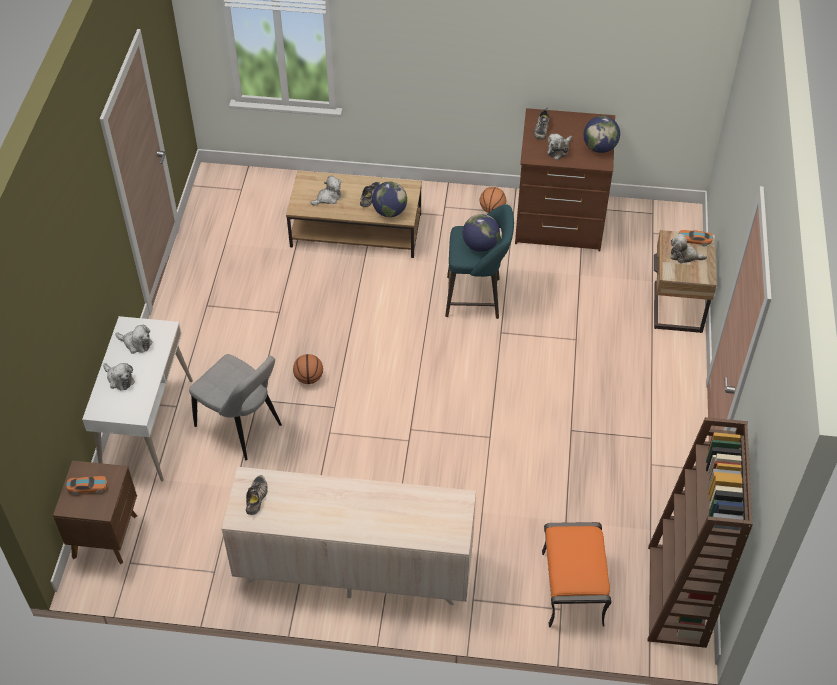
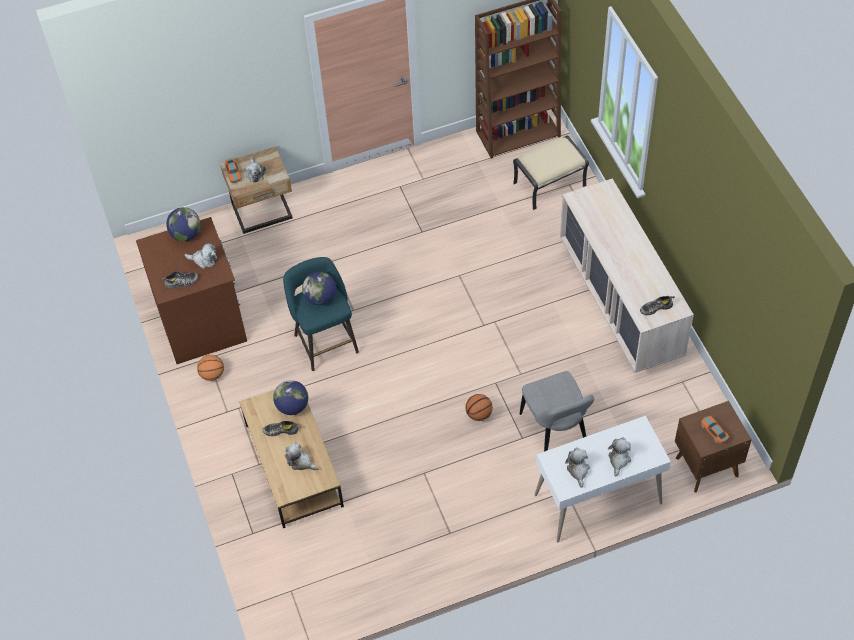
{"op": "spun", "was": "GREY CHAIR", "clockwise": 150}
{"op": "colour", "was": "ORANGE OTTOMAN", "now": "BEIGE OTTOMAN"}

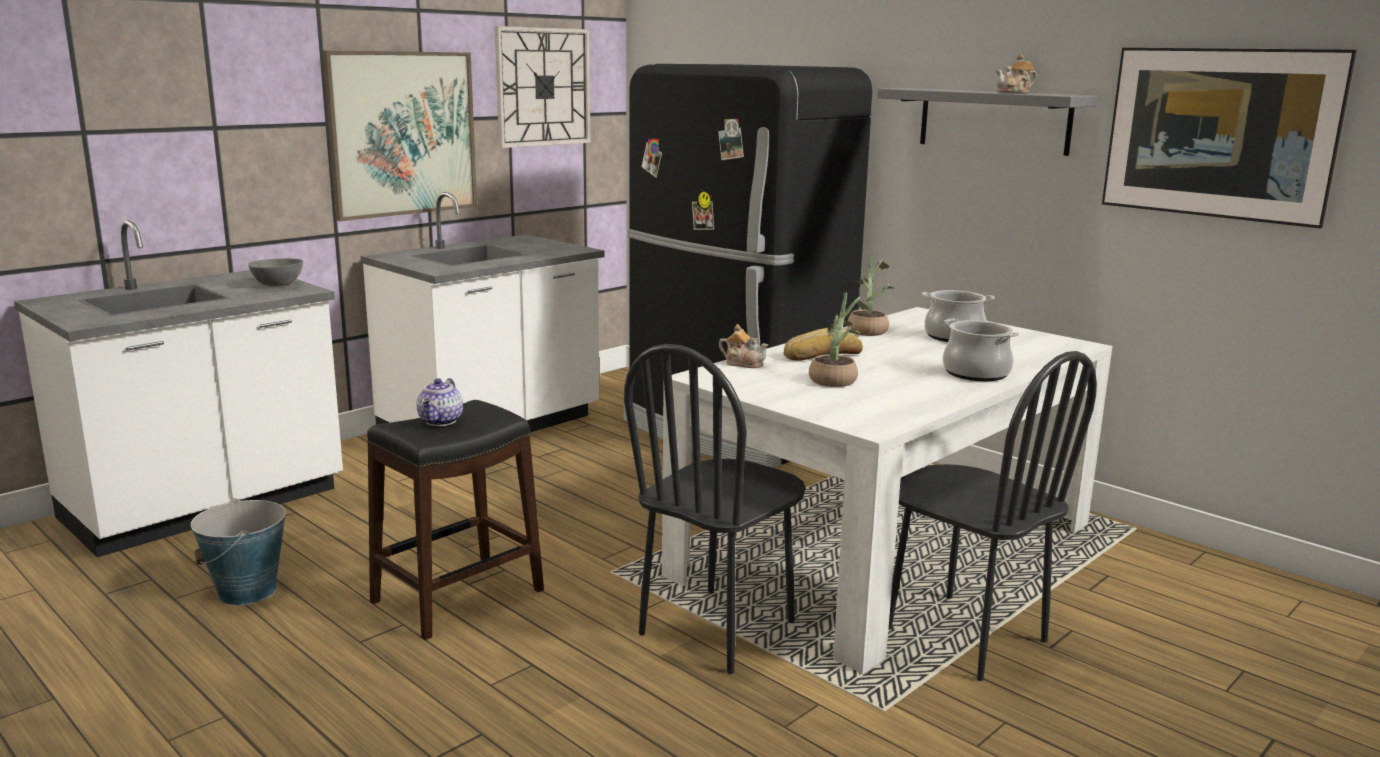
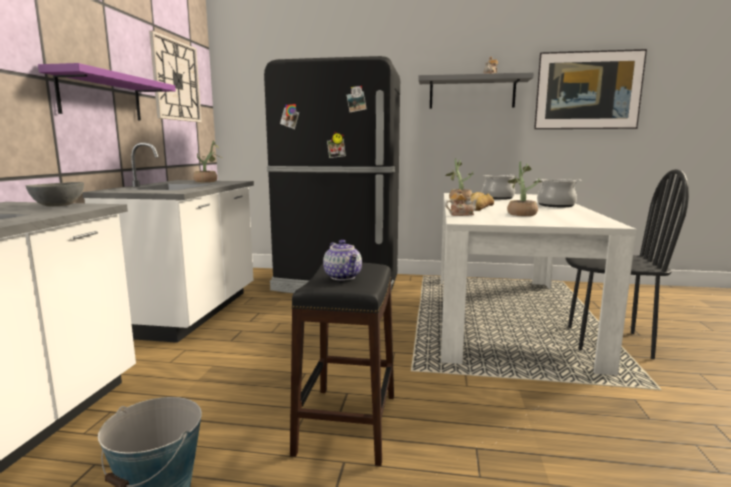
{"op": "exchanged", "was": "PICTURE (no. 1 from left)", "now": "PURPLE SHELF"}
{"op": "missing", "was": "BLACK CHAIR (no. 1 from left)"}
{"op": "appeared", "now": "POTTED PLANT (no. 1 from left)"}

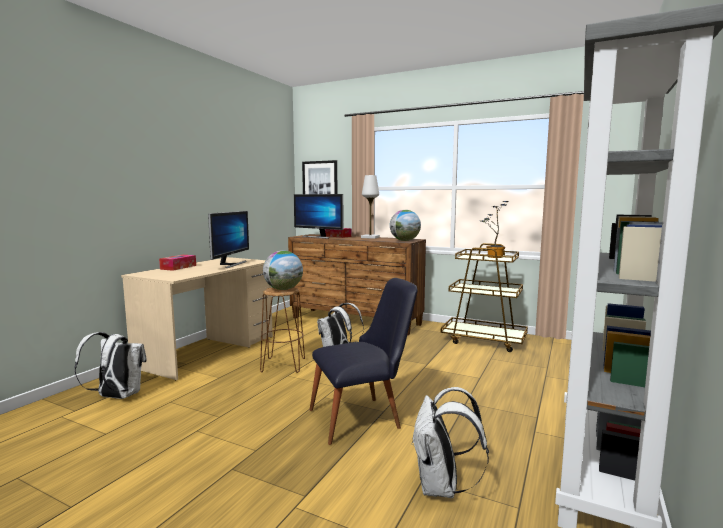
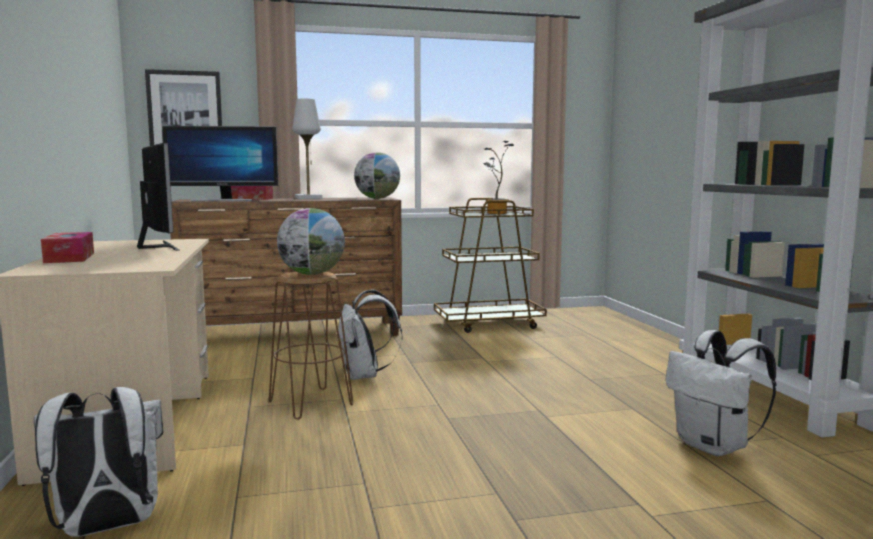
{"op": "missing", "was": "BLACK CHAIR"}

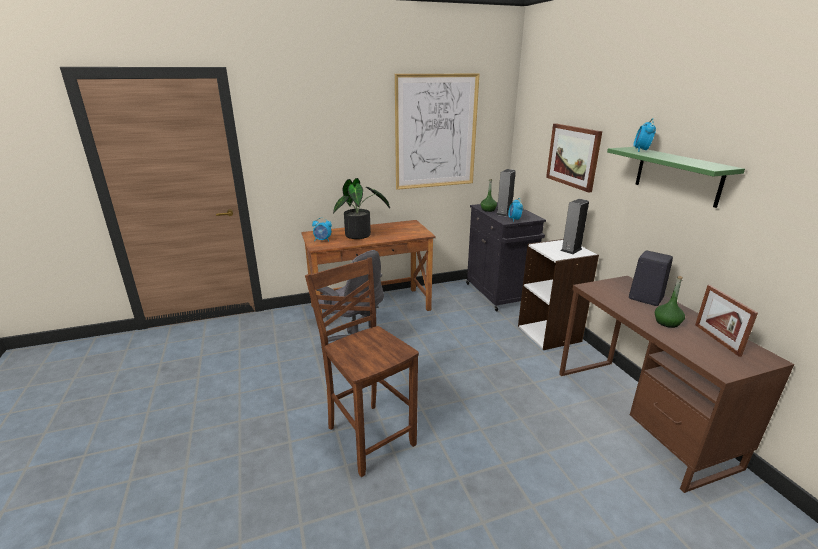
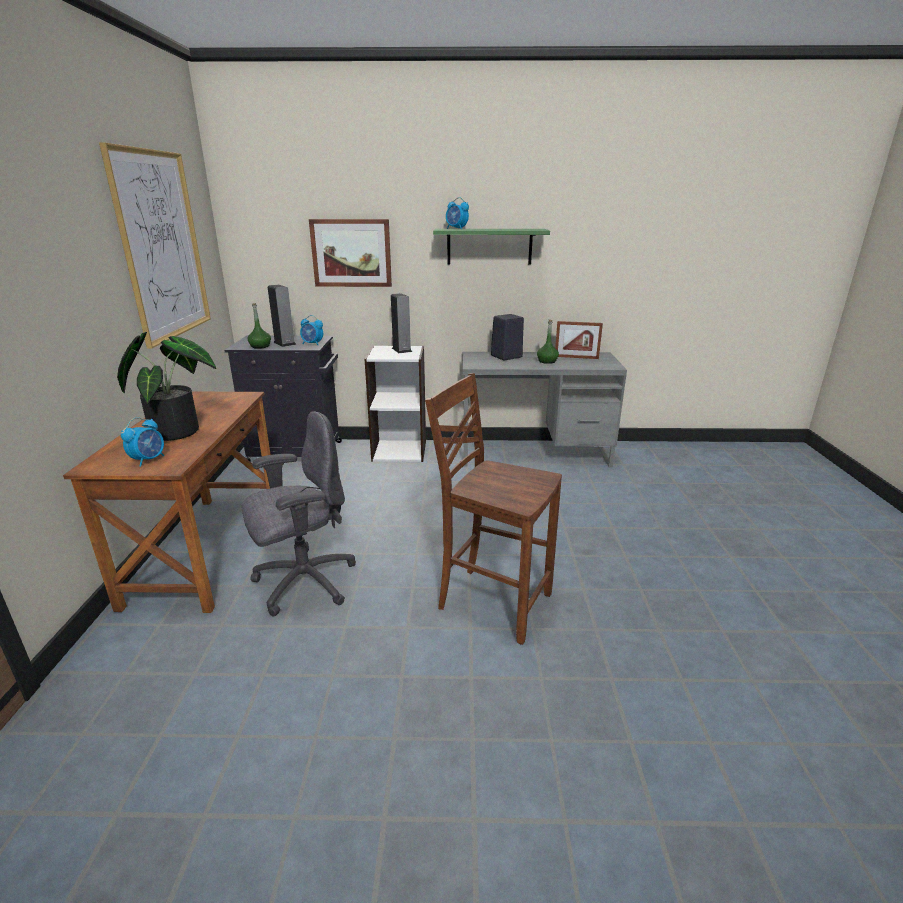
{"op": "spun", "was": "BROWN CHAIR", "clockwise": 45}
{"op": "colour", "was": "BROWN DESK (no. 2 from left)", "now": "GREY DESK"}

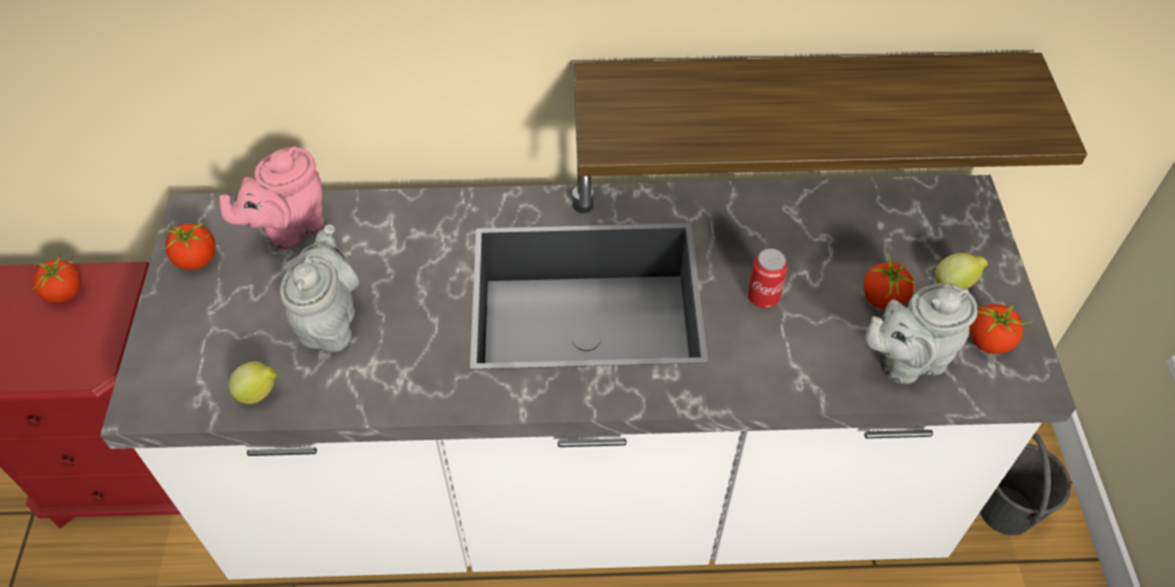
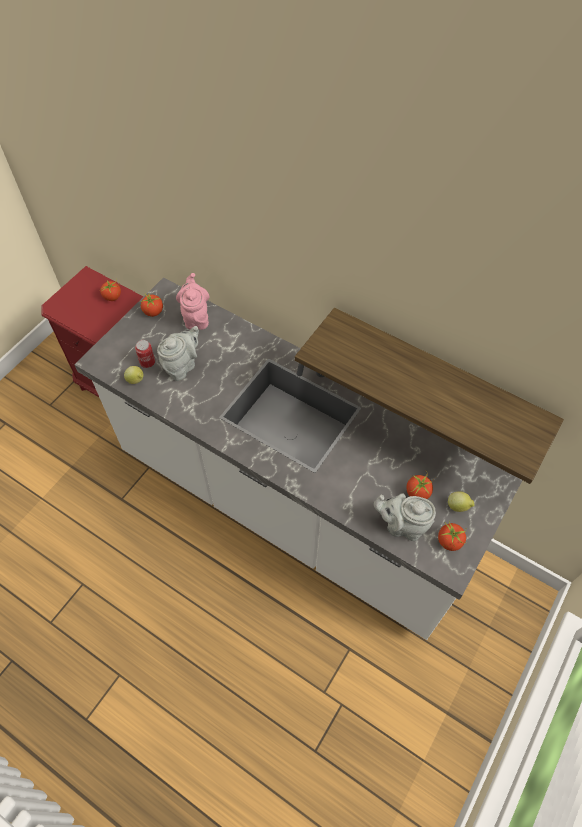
{"op": "spun", "was": "PINK TEAPOT", "clockwise": 90}
{"op": "relocated", "was": "CAN"}
{"op": "missing", "was": "GREY BUCKET"}

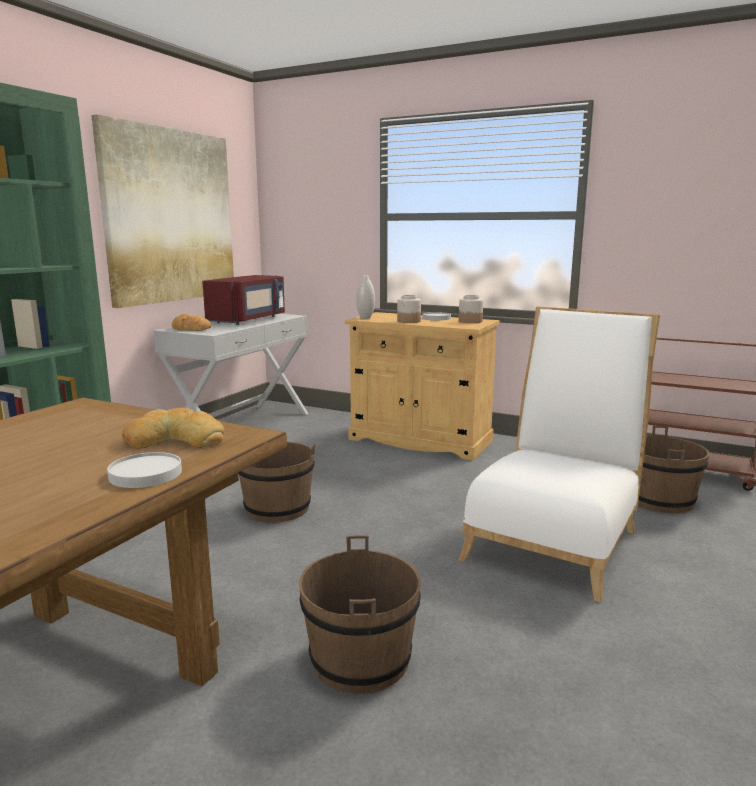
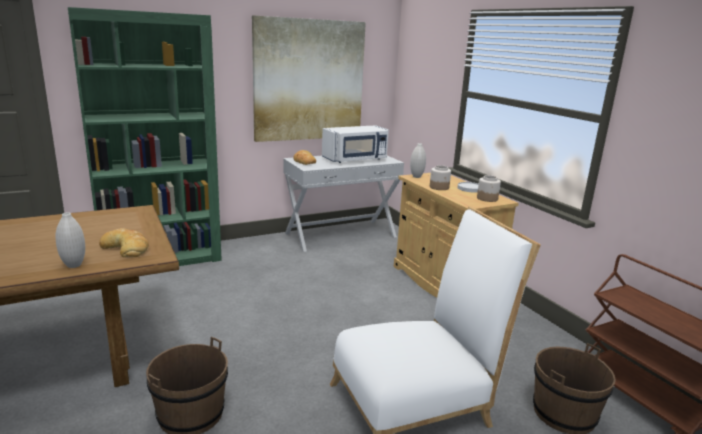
{"op": "colour", "was": "RED MICROWAVE", "now": "WHITE MICROWAVE"}
{"op": "missing", "was": "BROWN BUCKET (no. 1 from left)"}
{"op": "exchanged", "was": "WHITE PLATE (no. 1 from left)", "now": "WHITE VASE (no. 1 from left)"}

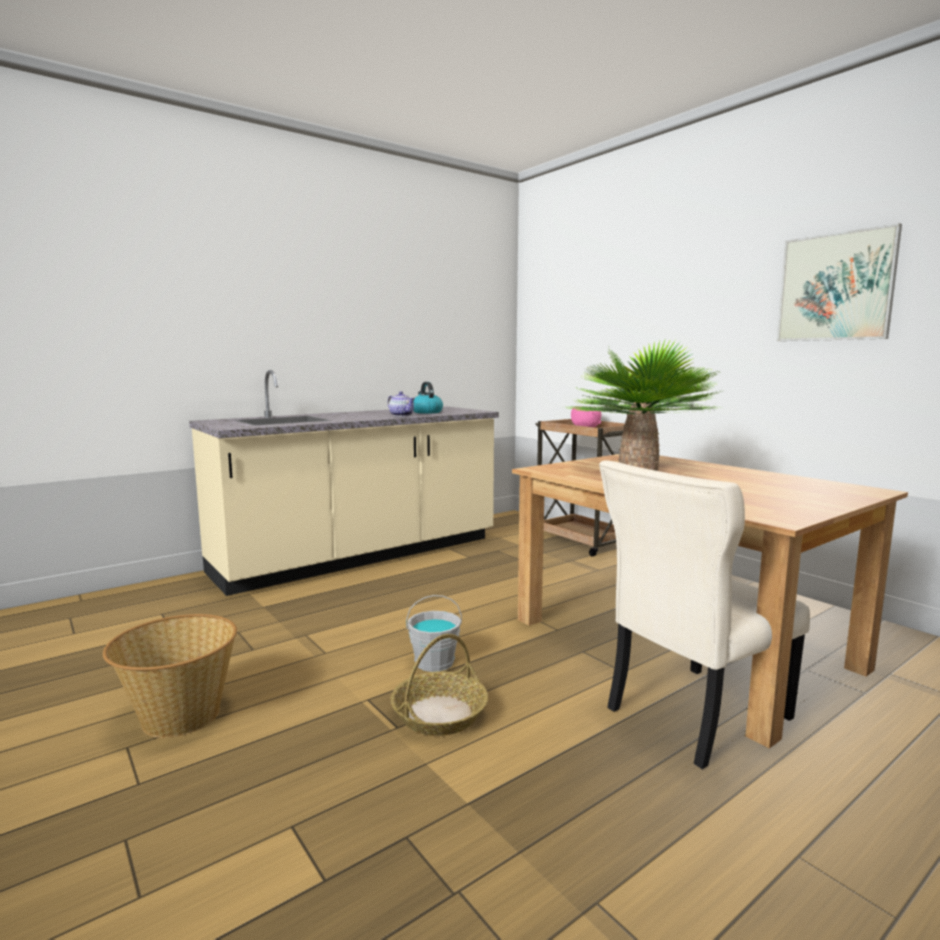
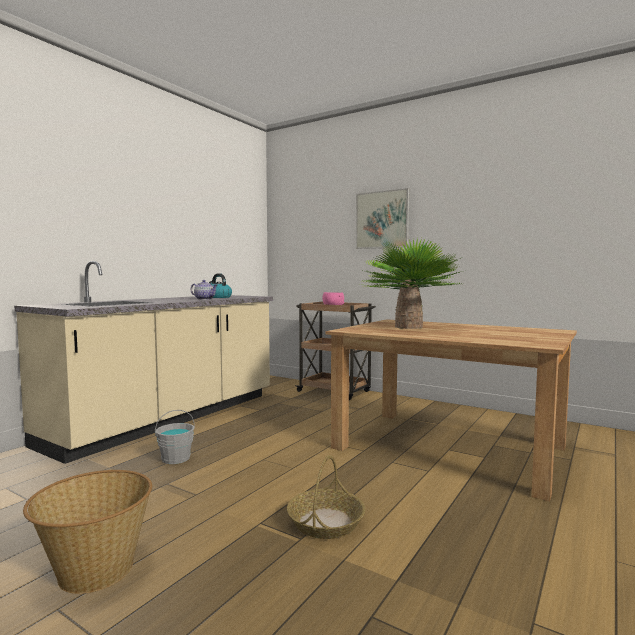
{"op": "relocated", "was": "PICTURE"}
{"op": "missing", "was": "BEIGE CHAIR"}
{"op": "relocated", "was": "GREY BUCKET"}

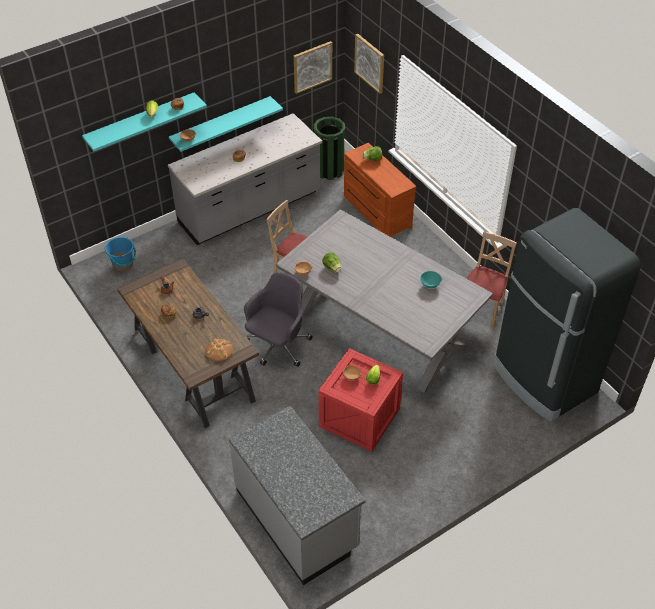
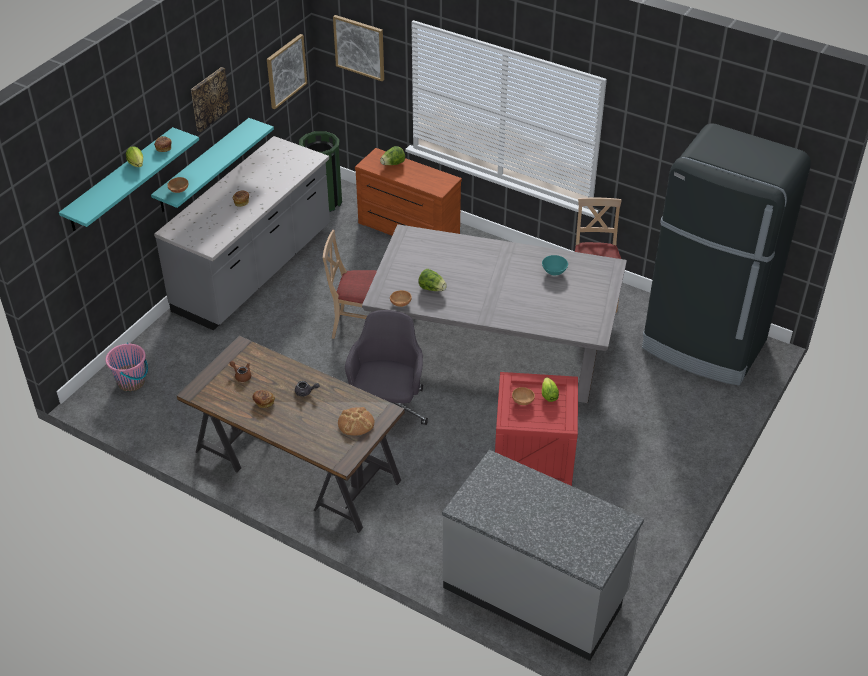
{"op": "colour", "was": "BLUE BUCKET", "now": "PINK BUCKET"}
{"op": "appeared", "now": "PICTURE (no. 1 from left)"}

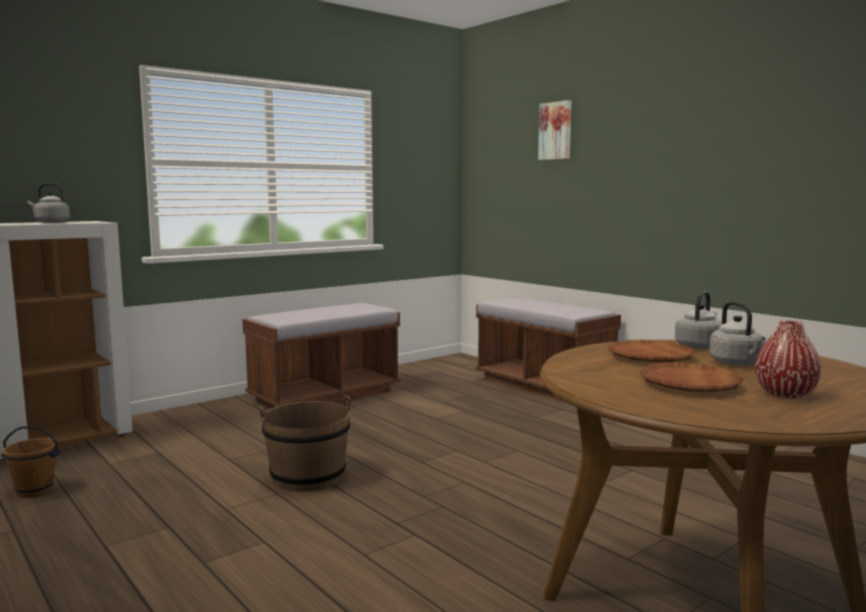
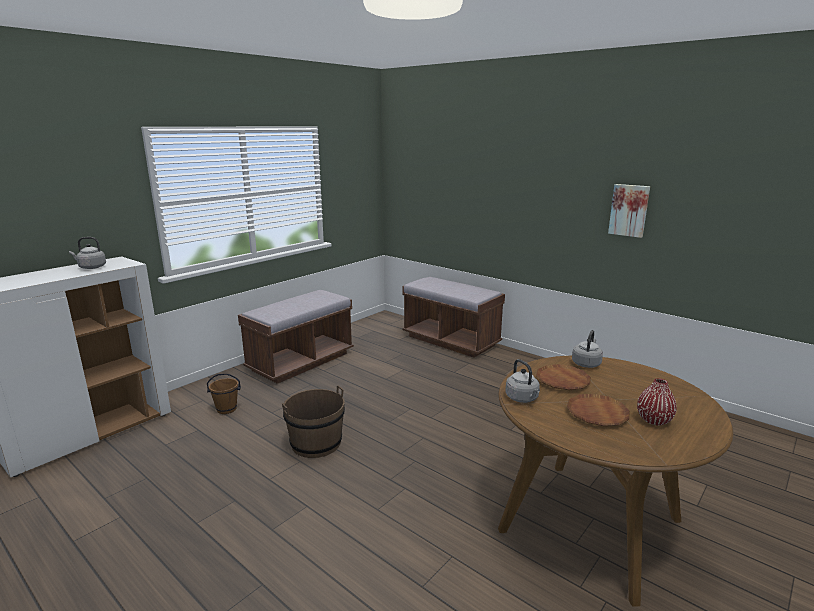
{"op": "relocated", "was": "PICTURE"}
{"op": "relocated", "was": "GREY KETTLE (no. 3 from left in the first image)", "now": "GREY KETTLE (no. 2 from left)"}
{"op": "relocated", "was": "BROWN BUCKET (no. 1 from left)"}

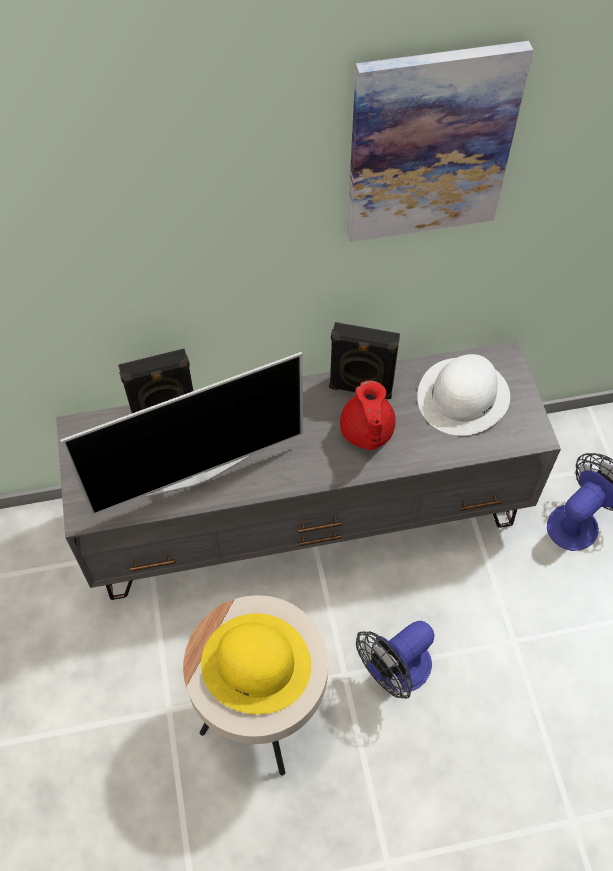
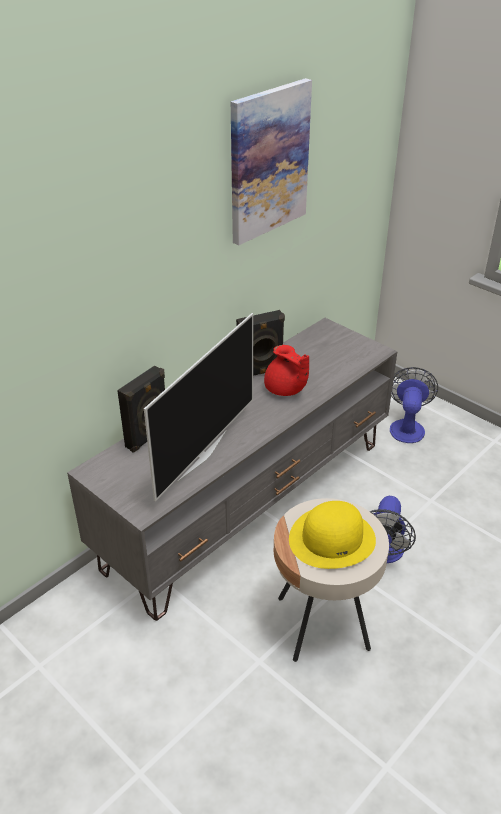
{"op": "missing", "was": "WHITE HAT"}

